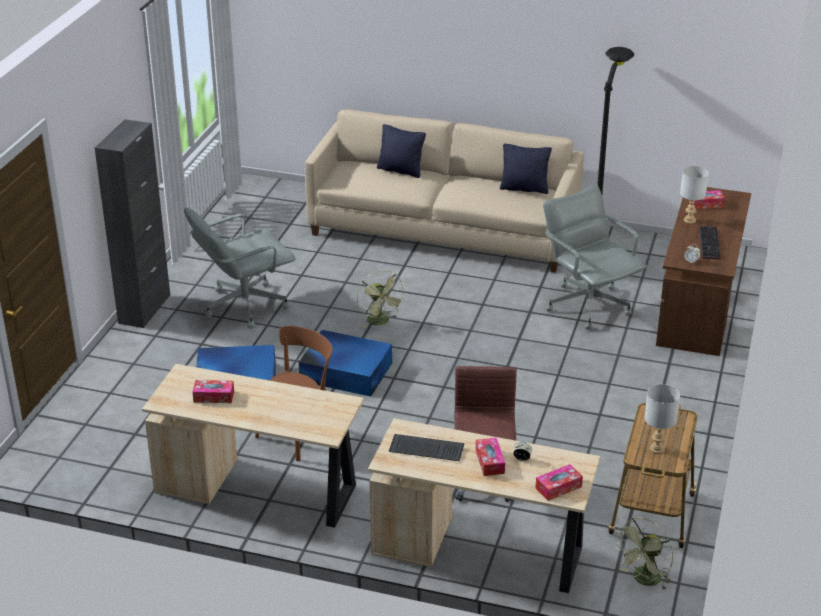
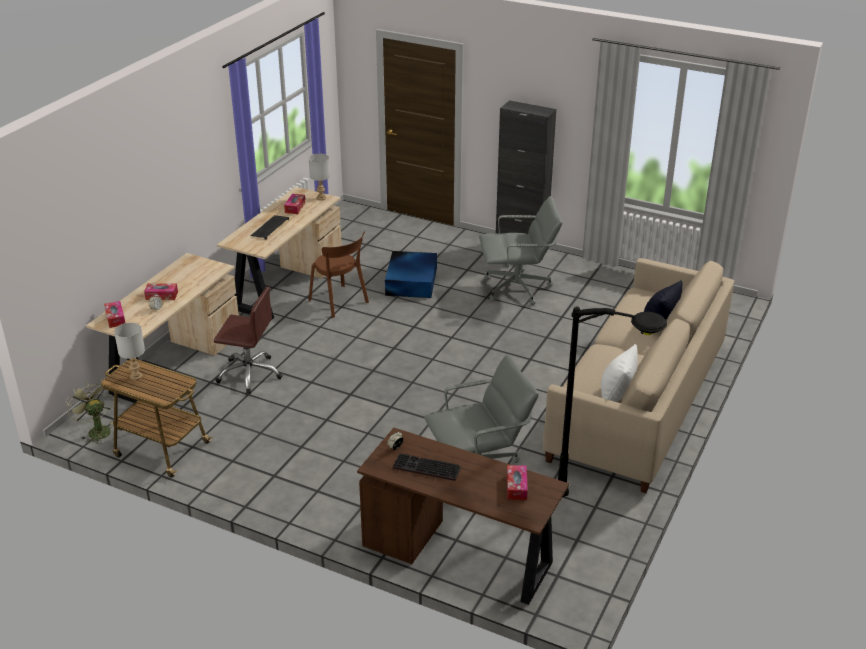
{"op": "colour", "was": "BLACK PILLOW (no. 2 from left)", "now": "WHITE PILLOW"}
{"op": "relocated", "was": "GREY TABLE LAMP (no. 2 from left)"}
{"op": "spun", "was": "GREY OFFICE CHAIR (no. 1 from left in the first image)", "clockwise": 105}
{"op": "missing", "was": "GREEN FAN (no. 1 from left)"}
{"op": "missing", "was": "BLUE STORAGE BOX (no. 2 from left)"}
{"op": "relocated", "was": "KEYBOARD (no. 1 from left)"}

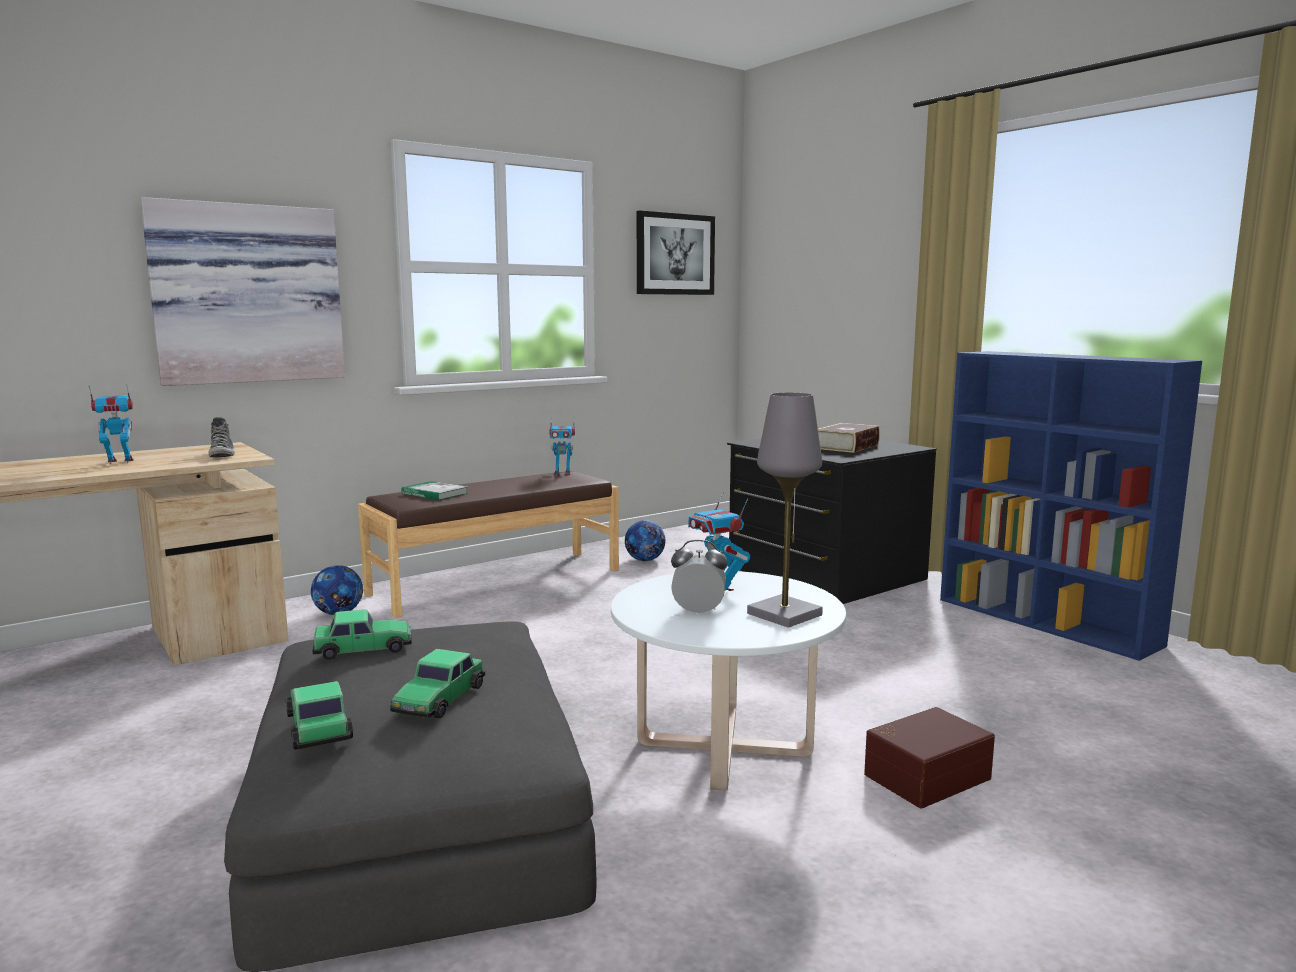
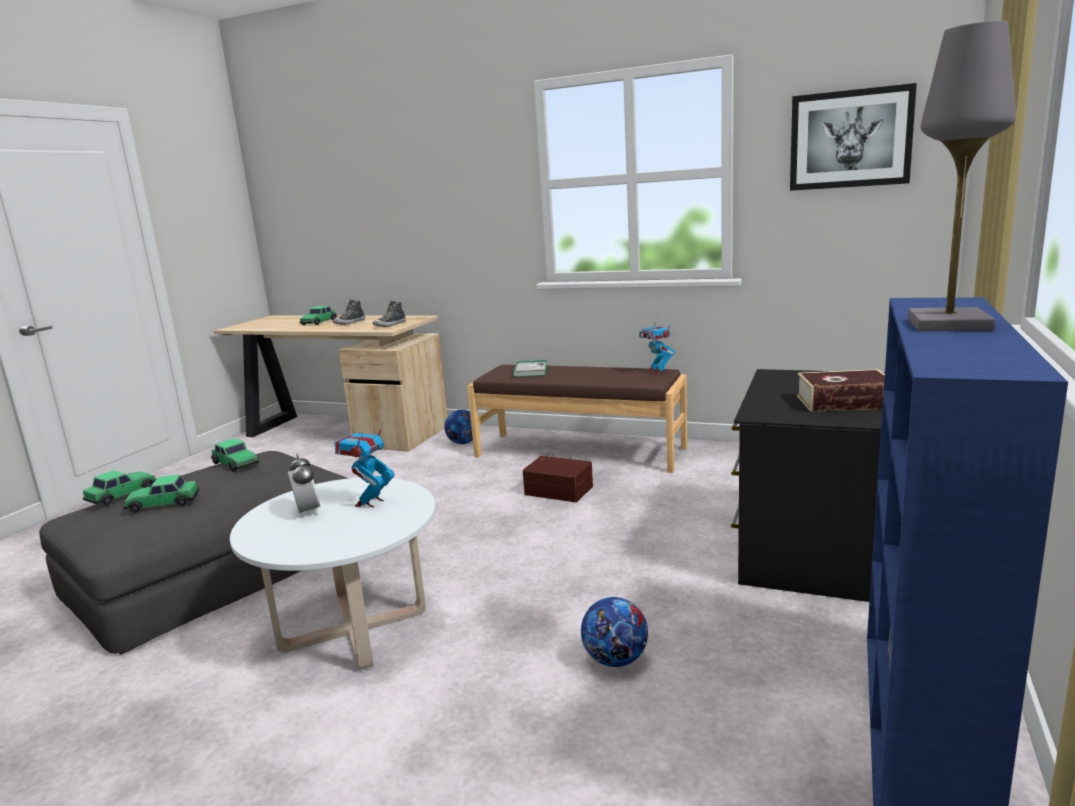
{"op": "missing", "was": "PICTURE (no. 1 from left)"}
{"op": "exchanged", "was": "TOY ROBOT (no. 1 from left)", "now": "SHOE (no. 1 from left)"}
{"op": "relocated", "was": "GREY TABLE LAMP"}
{"op": "relocated", "was": "FOOTBALL (no. 2 from left)"}
{"op": "relocated", "was": "BROWN STORAGE BOX"}
{"op": "appeared", "now": "TOY CAR (no. 4 from left)"}

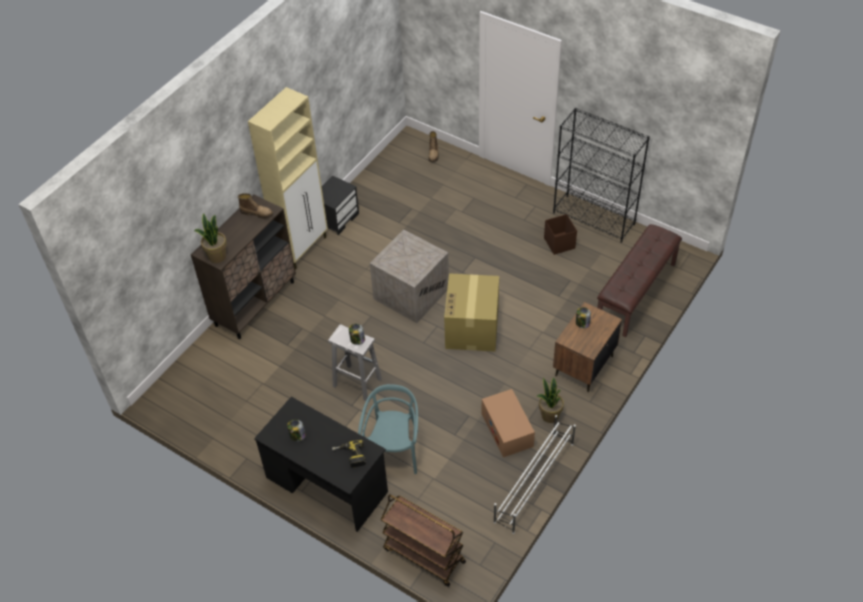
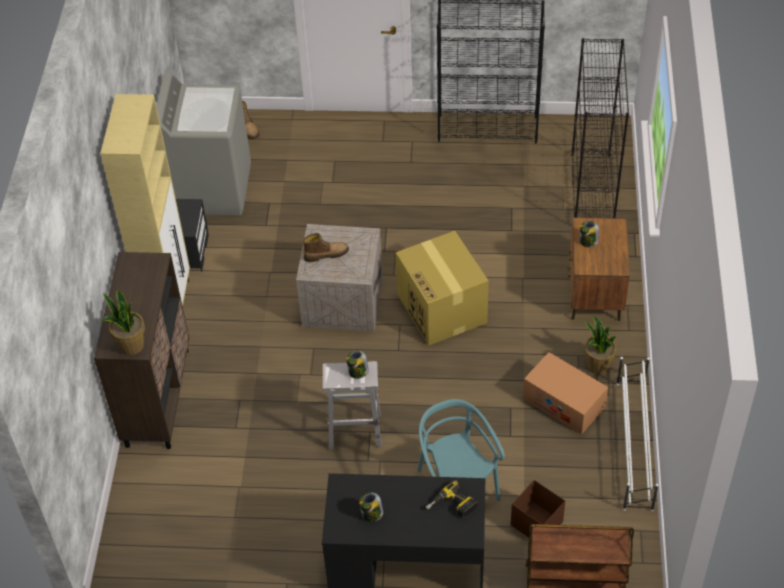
{"op": "relocated", "was": "BOOT (no. 1 from left in the first image)", "now": "BOOT (no. 2 from left)"}
{"op": "relocated", "was": "BROWN STORAGE BOX"}
{"op": "exchanged", "was": "BROWN BENCH", "now": "BLACK BOOKCASE (no. 2 from left)"}
{"op": "appeared", "now": "GREY WASHING MACHINE"}

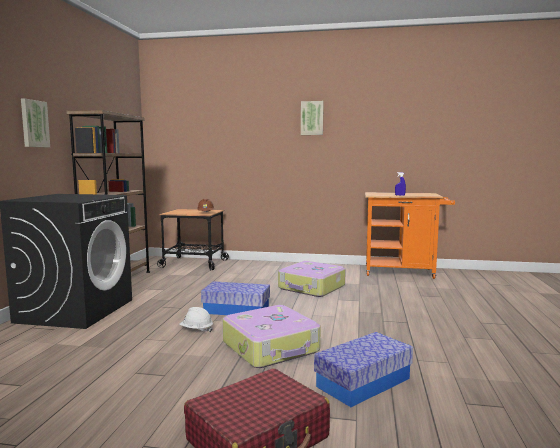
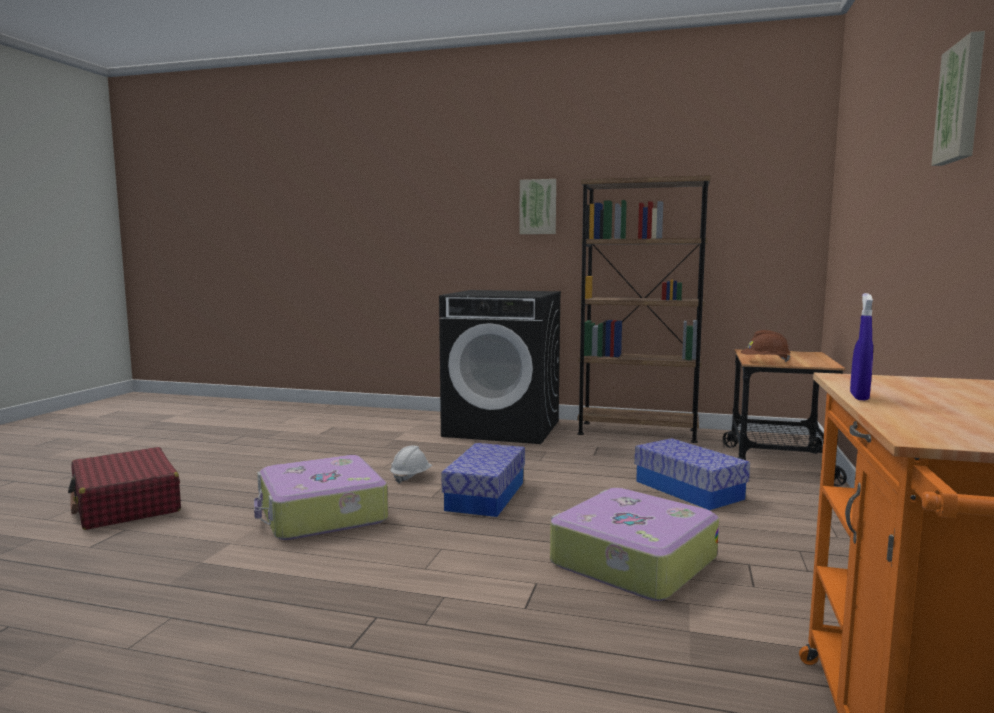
{"op": "relocated", "was": "STORAGE BOX (no. 2 from left)"}

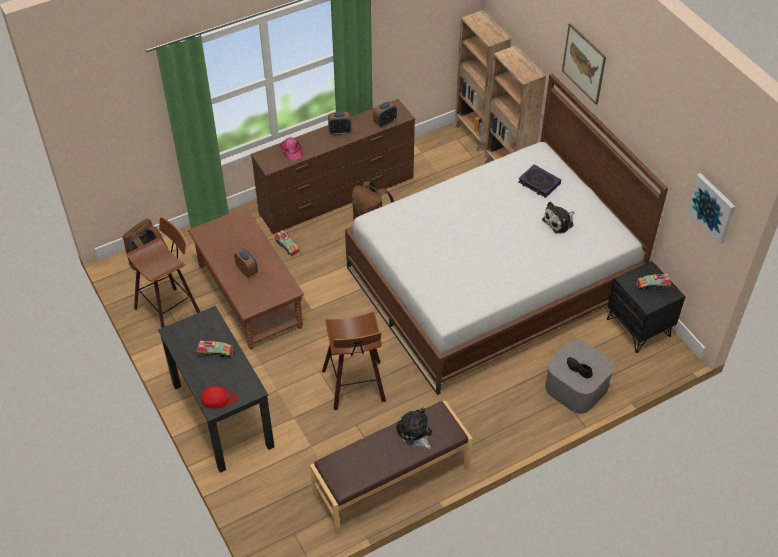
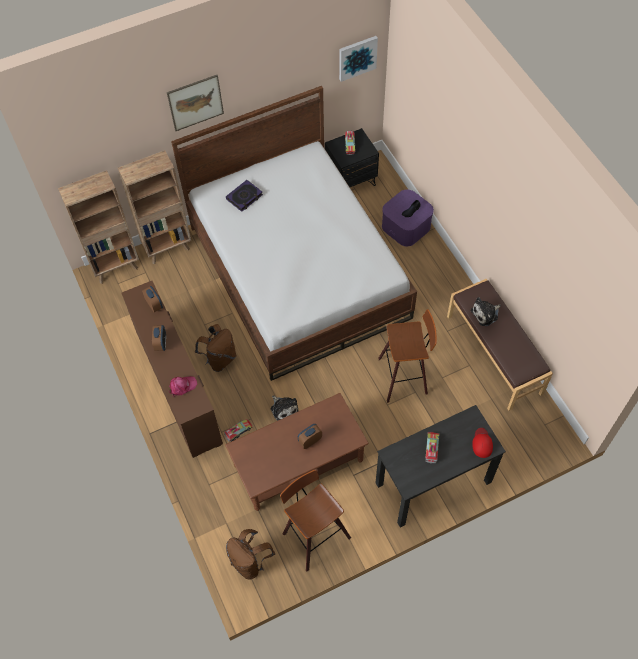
{"op": "relocated", "was": "PLUSH TOY (no. 2 from left in the first image)", "now": "PLUSH TOY (no. 1 from left)"}
{"op": "colour", "was": "GREY STORAGE BOX", "now": "PURPLE STORAGE BOX"}

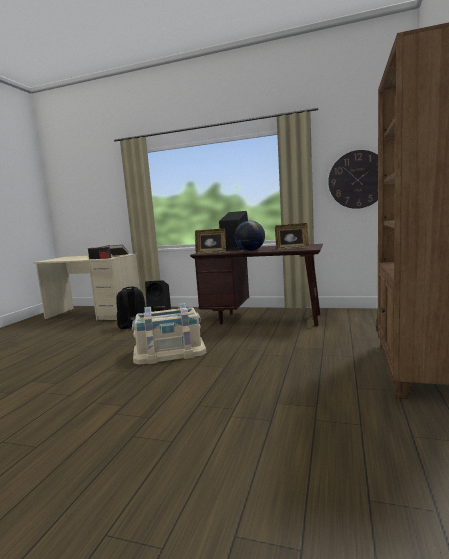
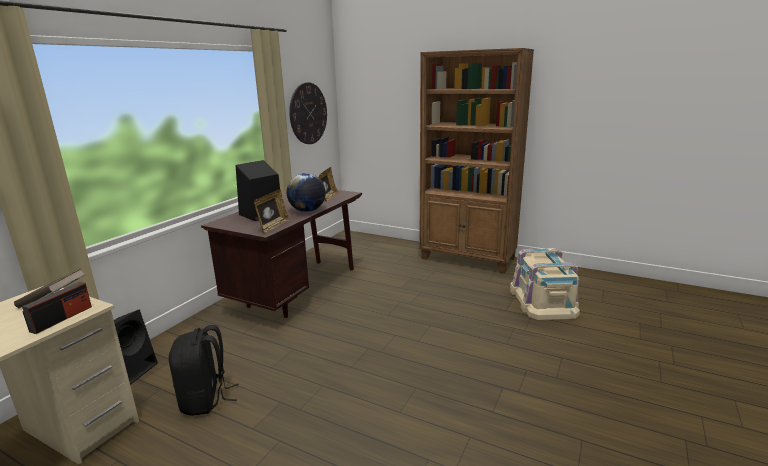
{"op": "relocated", "was": "BEIGE STORAGE BOX"}

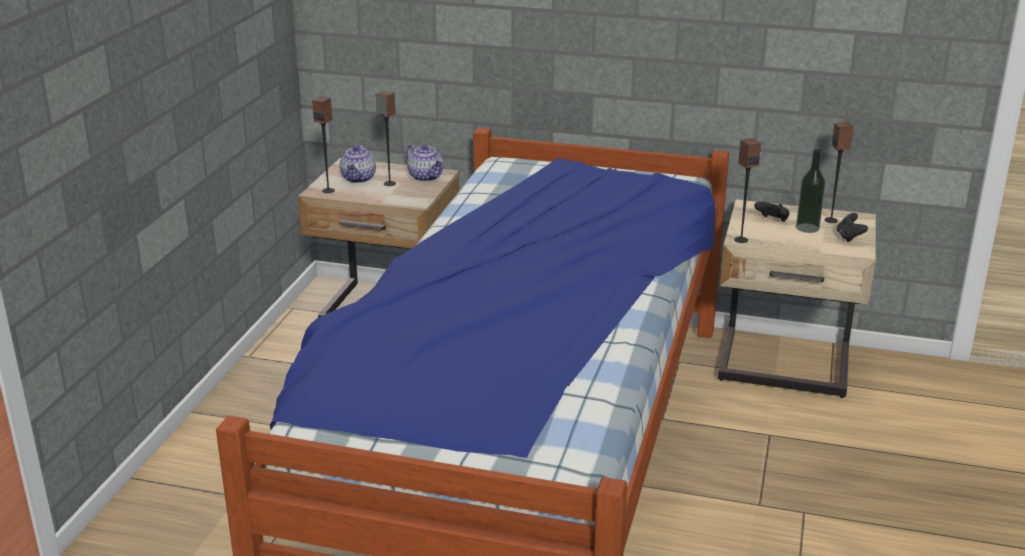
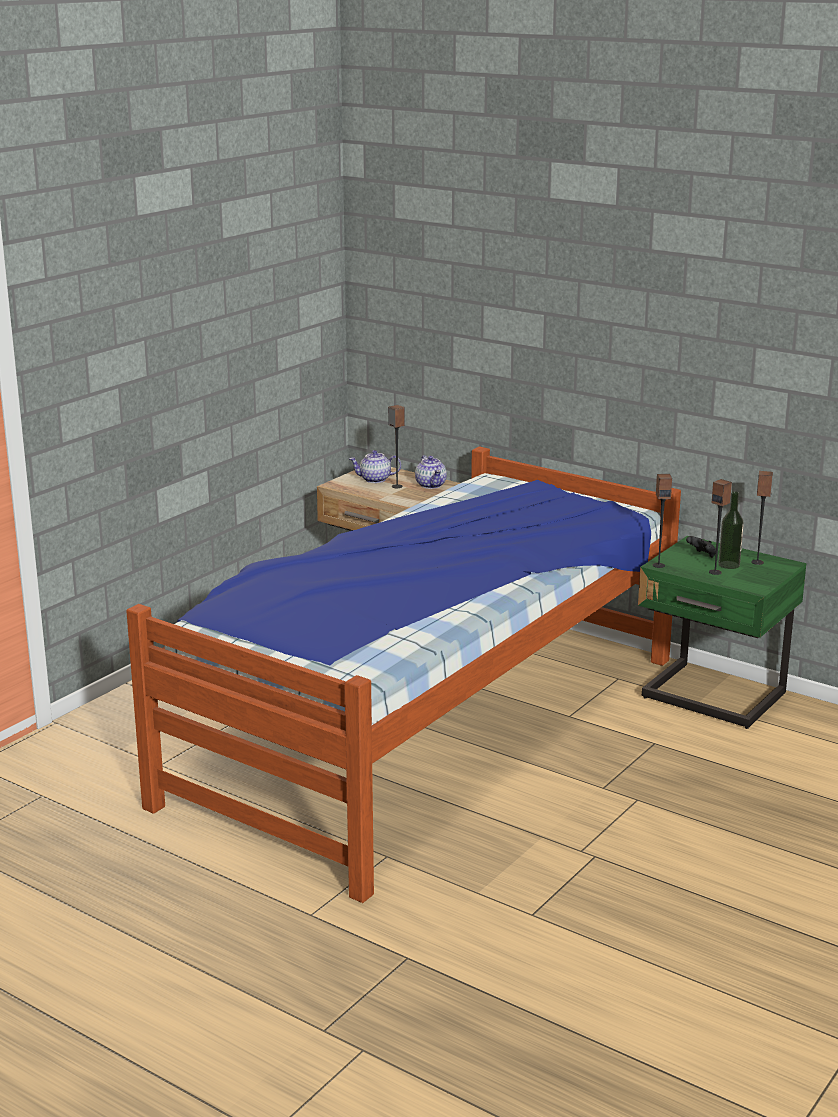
{"op": "relocated", "was": "SPEAKER (no. 1 from left in the first image)", "now": "SPEAKER (no. 3 from left)"}
{"op": "spun", "was": "TEAPOT (no. 1 from left)", "clockwise": 60}
{"op": "colour", "was": "BEIGE NIGHTSTAND (no. 2 from left)", "now": "GREEN NIGHTSTAND"}
{"op": "missing", "was": "BLACK GAME CONTROLLER (no. 2 from left)"}

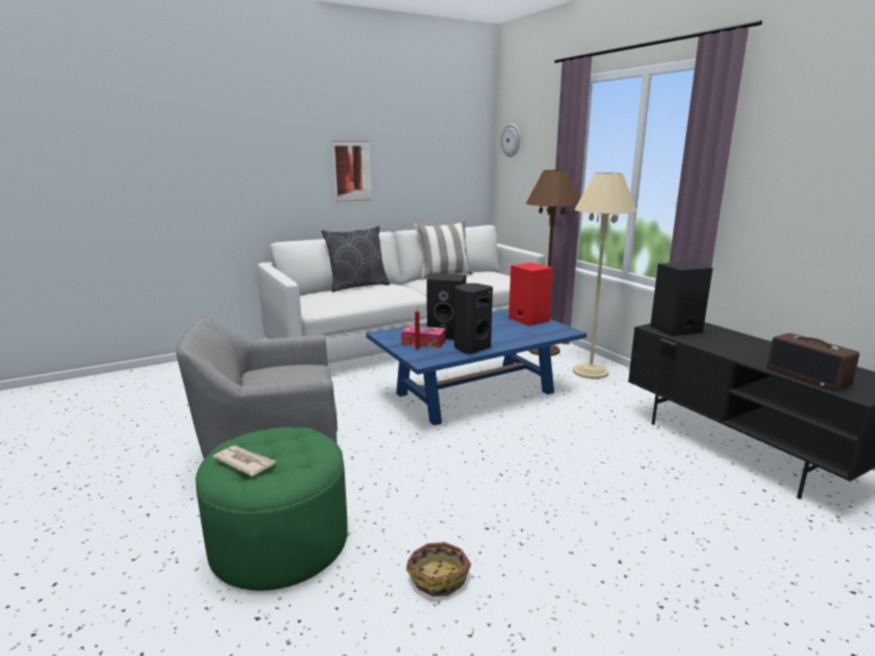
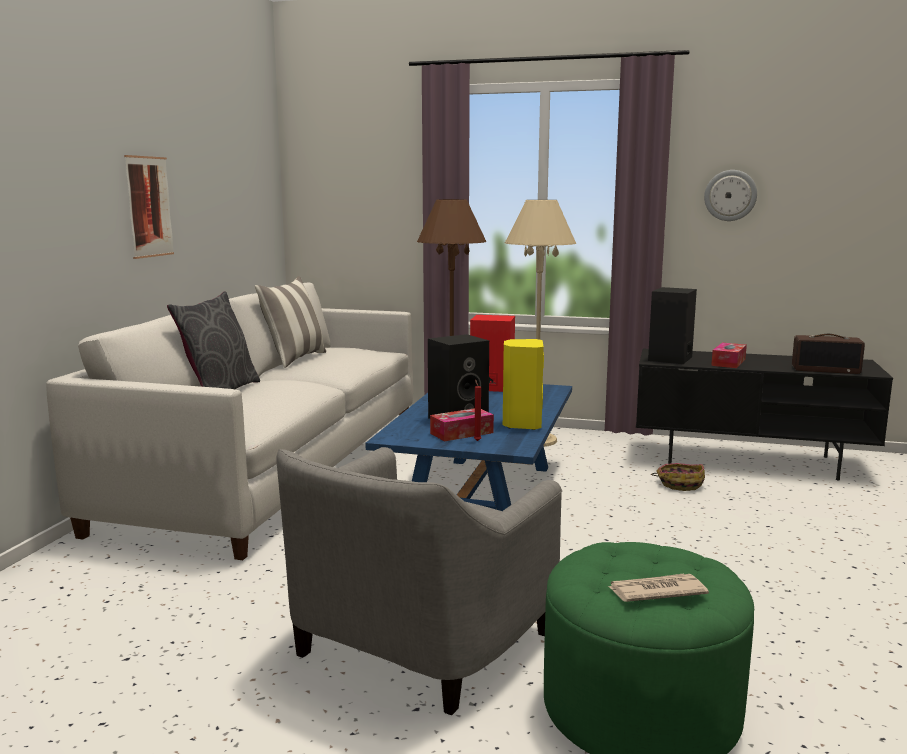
{"op": "relocated", "was": "WALL CLOCK"}
{"op": "colour", "was": "BLACK SPEAKER (no. 2 from left)", "now": "YELLOW SPEAKER"}
{"op": "relocated", "was": "BASKET"}
{"op": "appeared", "now": "TISSUE BOX (no. 2 from left)"}

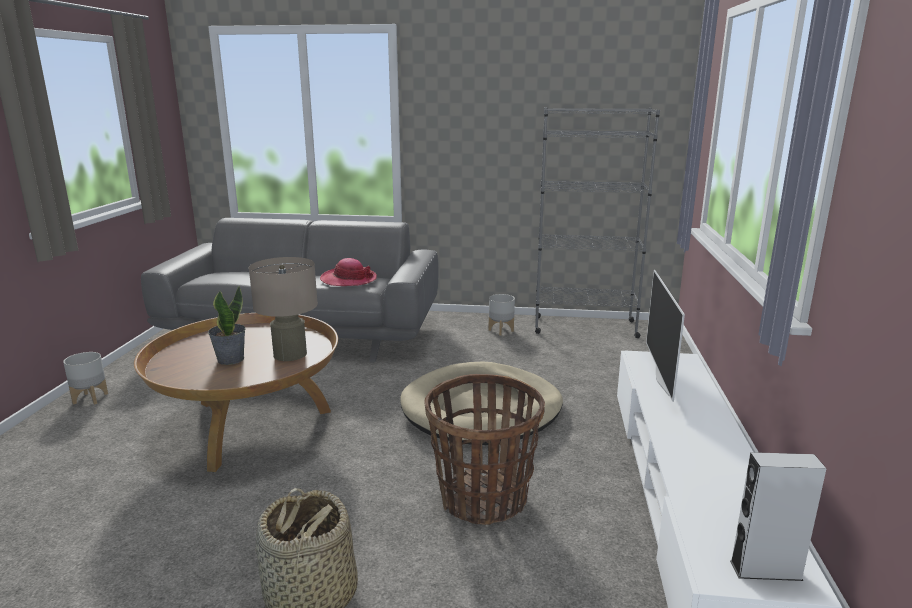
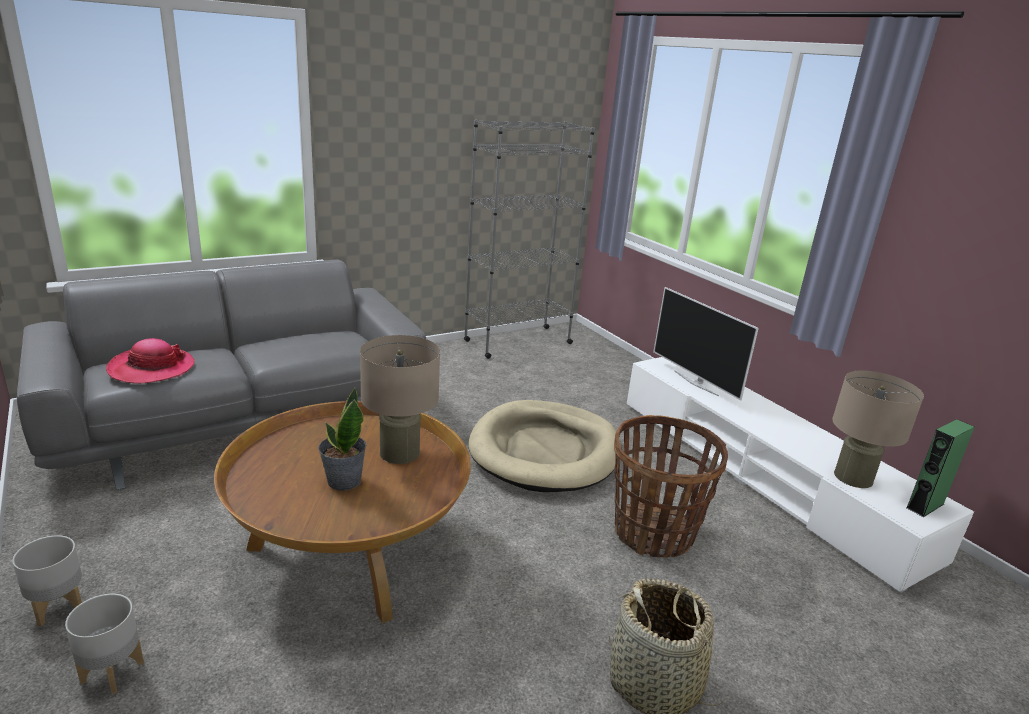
{"op": "relocated", "was": "HAT"}
{"op": "relocated", "was": "GREY PLANTER (no. 2 from left)"}
{"op": "colour", "was": "GREY SPEAKER", "now": "GREEN SPEAKER"}
{"op": "appeared", "now": "BEIGE TABLE LAMP (no. 2 from left)"}

